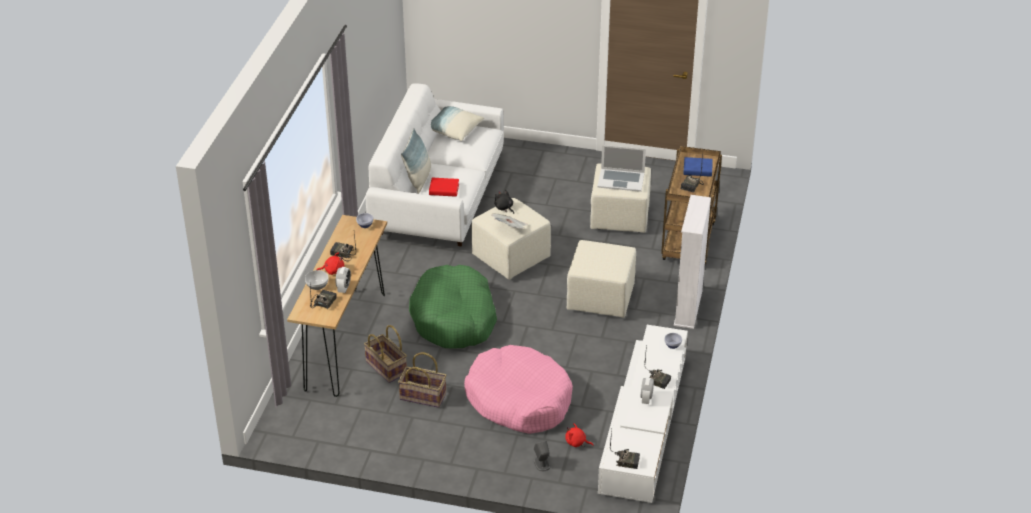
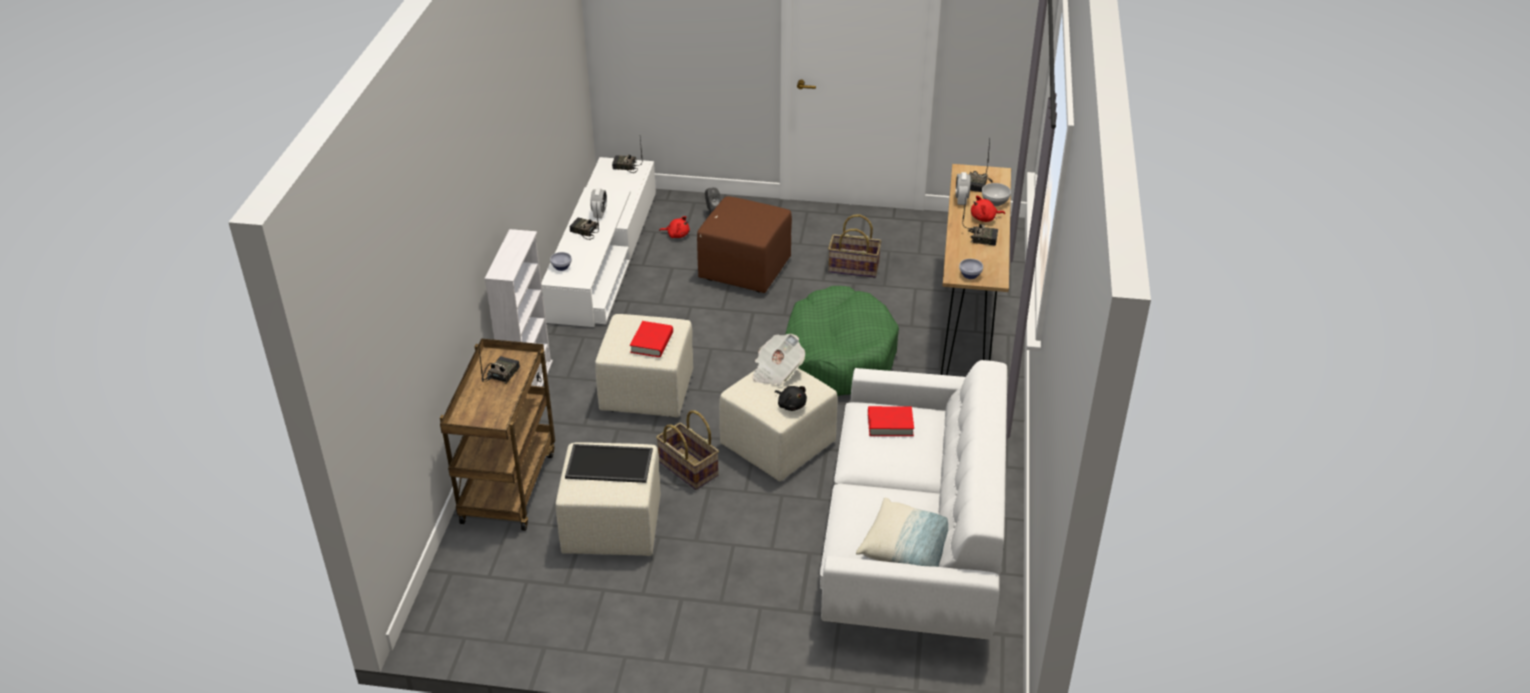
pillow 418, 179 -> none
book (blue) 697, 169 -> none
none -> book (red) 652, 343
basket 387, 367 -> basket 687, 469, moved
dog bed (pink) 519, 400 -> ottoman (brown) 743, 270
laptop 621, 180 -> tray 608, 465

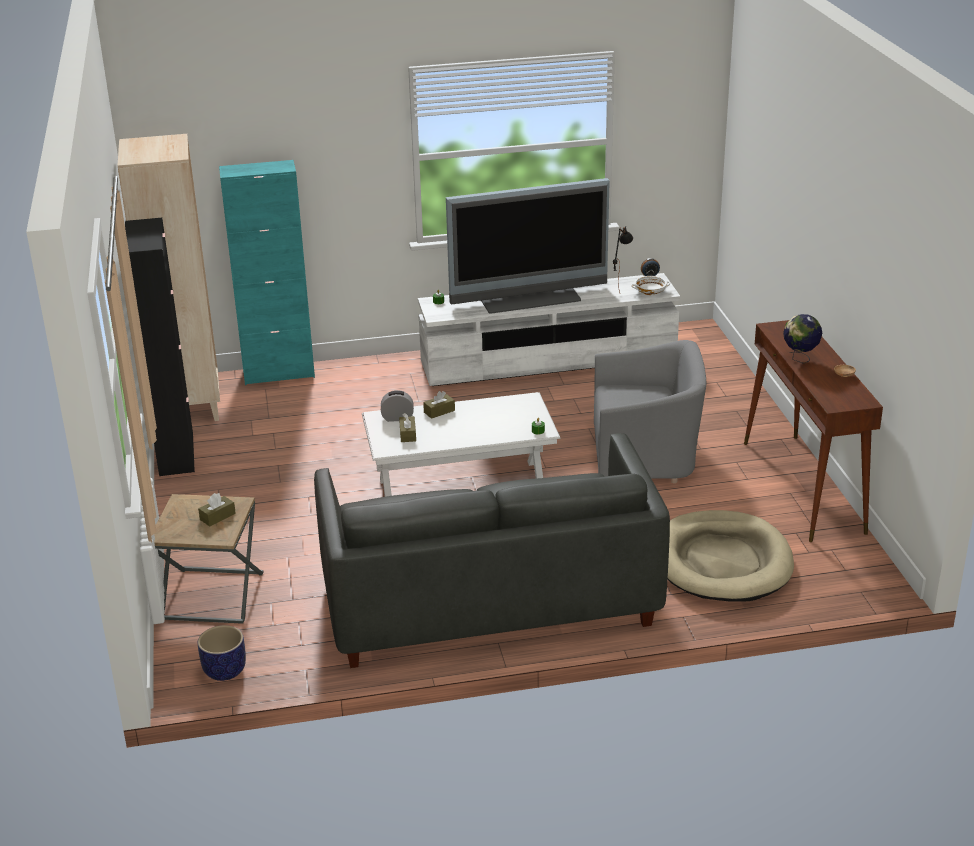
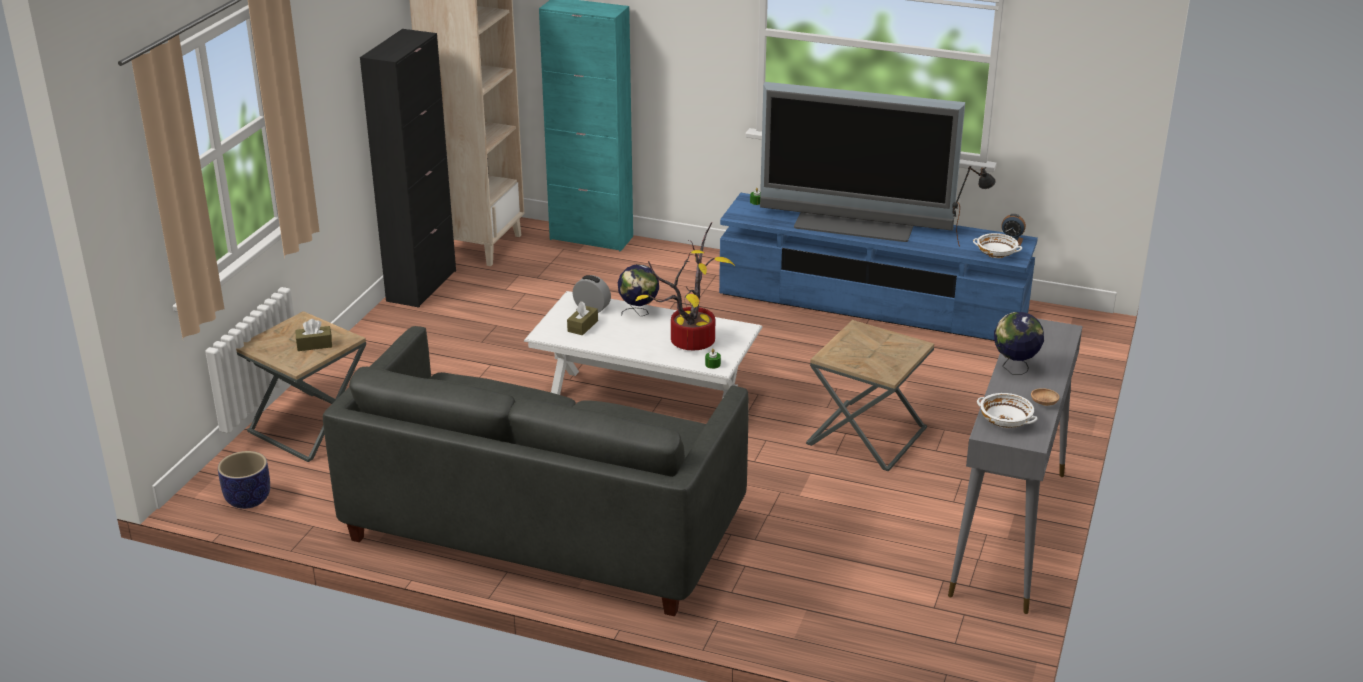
dog bed (beige) 722, 562 -> none
none -> potted plant 692, 339
none -> bowl (white) 1006, 421
tissue box (brown) 439, 411 -> globe 639, 313
armchair (grey) 645, 455 -> side table (brown) 866, 436
tv stand (white) 548, 361 -> tv stand (blue) 871, 304
console table (brown) 803, 487 -> console table (grey) 1009, 533

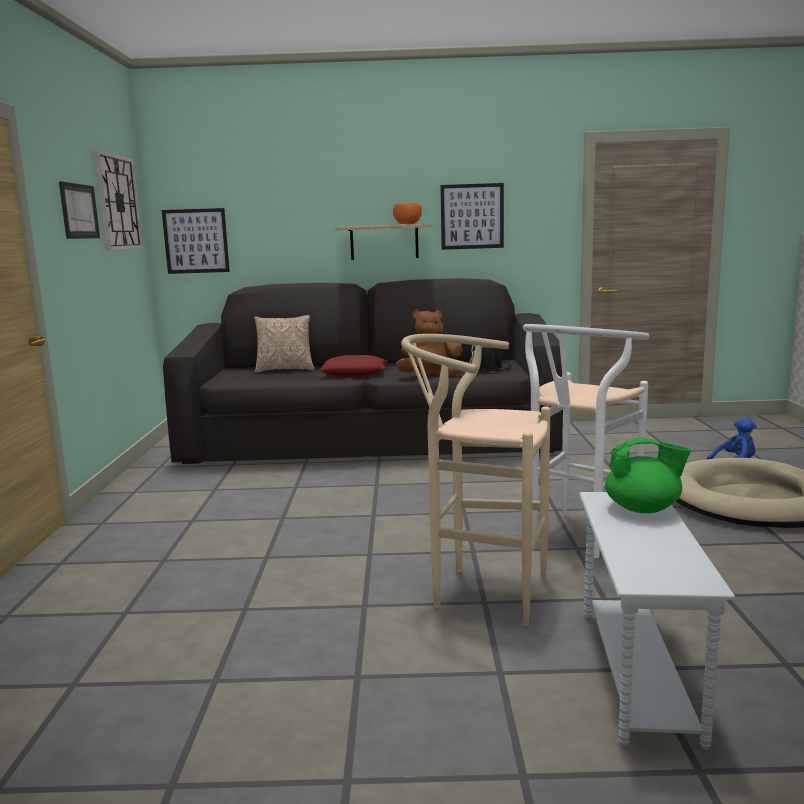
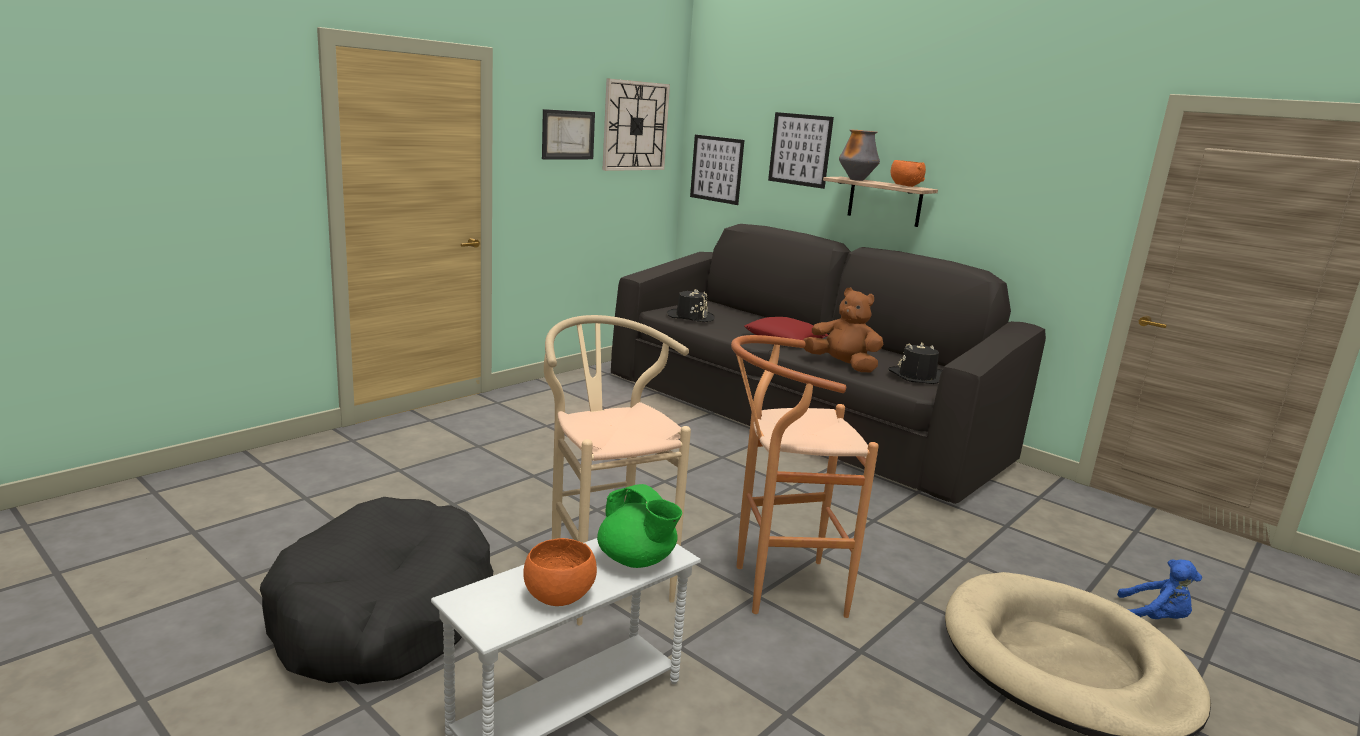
pillow 285, 369 -> none
none -> dog bed (black) 384, 614
none -> bowl (orange) 558, 597
none -> hat (black) 690, 317
none -> vase 856, 180
picture 472, 216 -> picture 800, 149, moved
stool (white) 577, 538 -> stool (brown) 777, 588

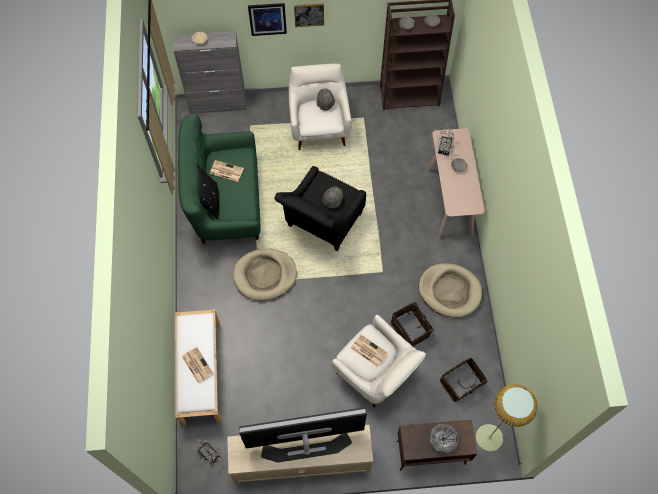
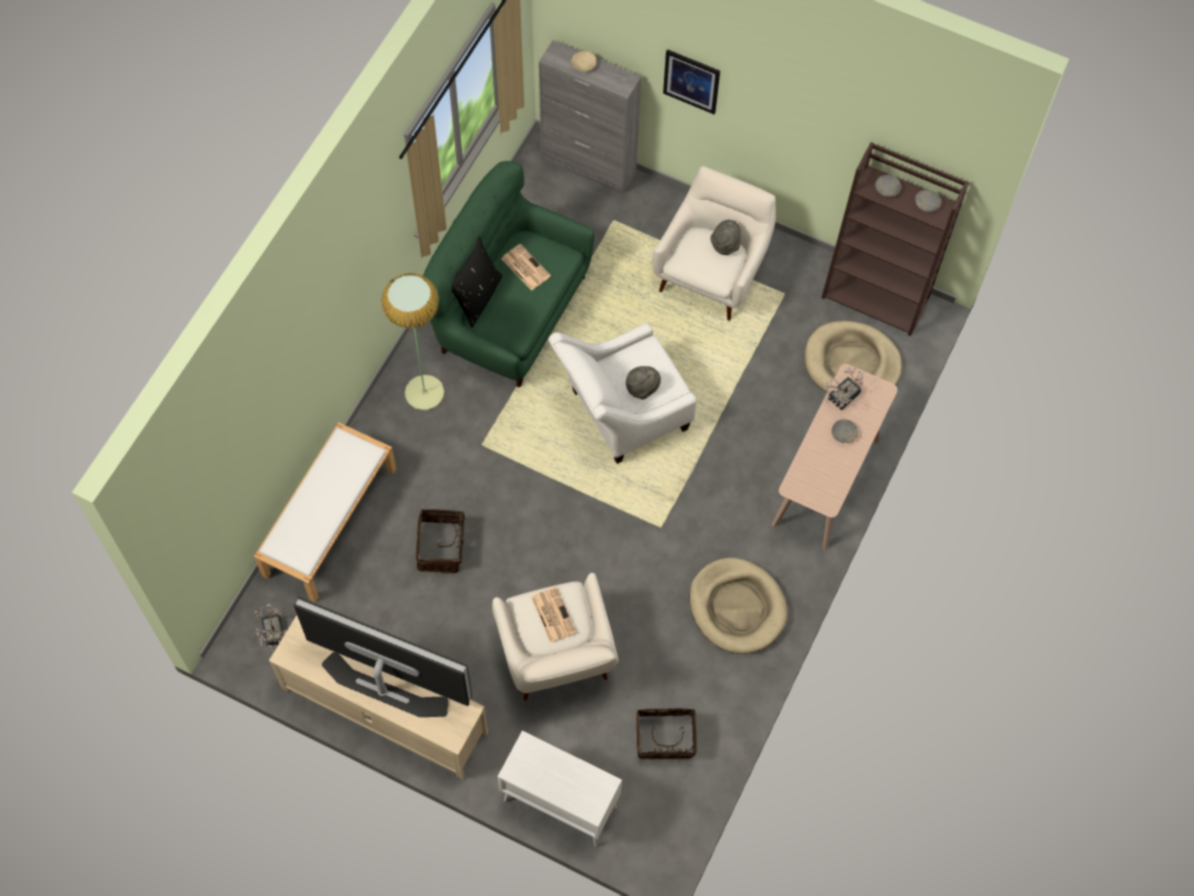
newspaper 197, 365 -> none
picture 309, 14 -> none
bowl 443, 440 -> none
dog bed (beige) 265, 275 -> dog bed (beige) 851, 363, moved
basket 411, 329 -> basket 442, 548, moved
floor lamp 489, 437 -> floor lamp 424, 392, moved
armchair (black) 322, 224 -> armchair (white) 621, 414
cabinet (brown) 430, 452 -> cabinet (white) 559, 803

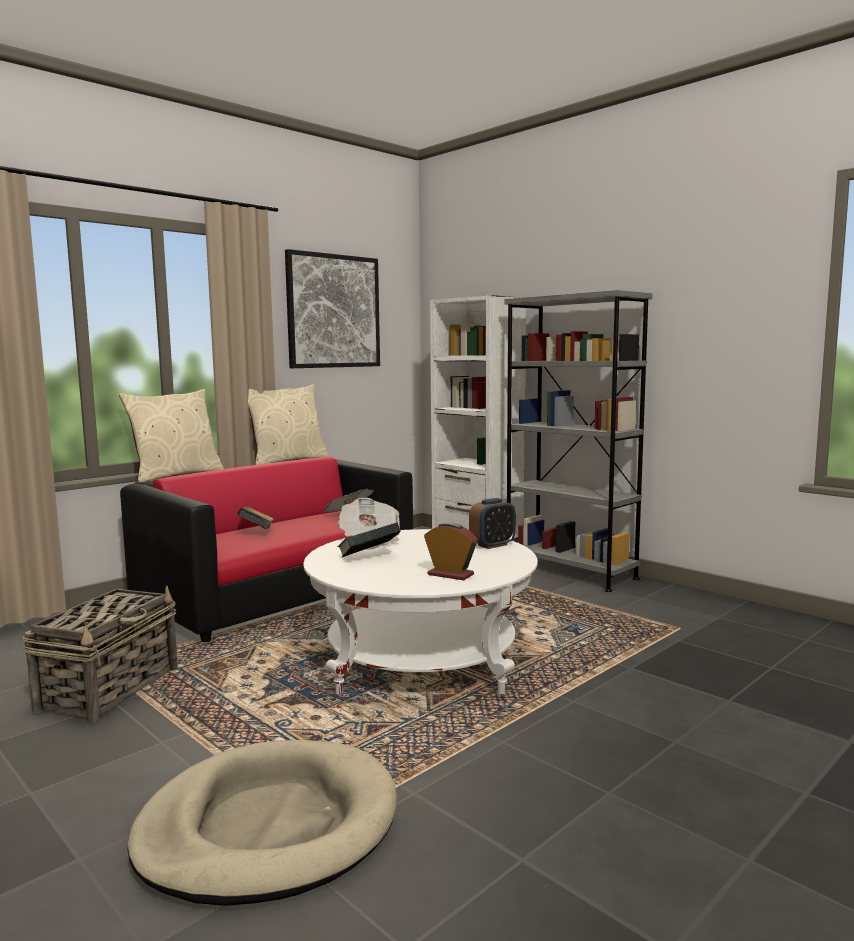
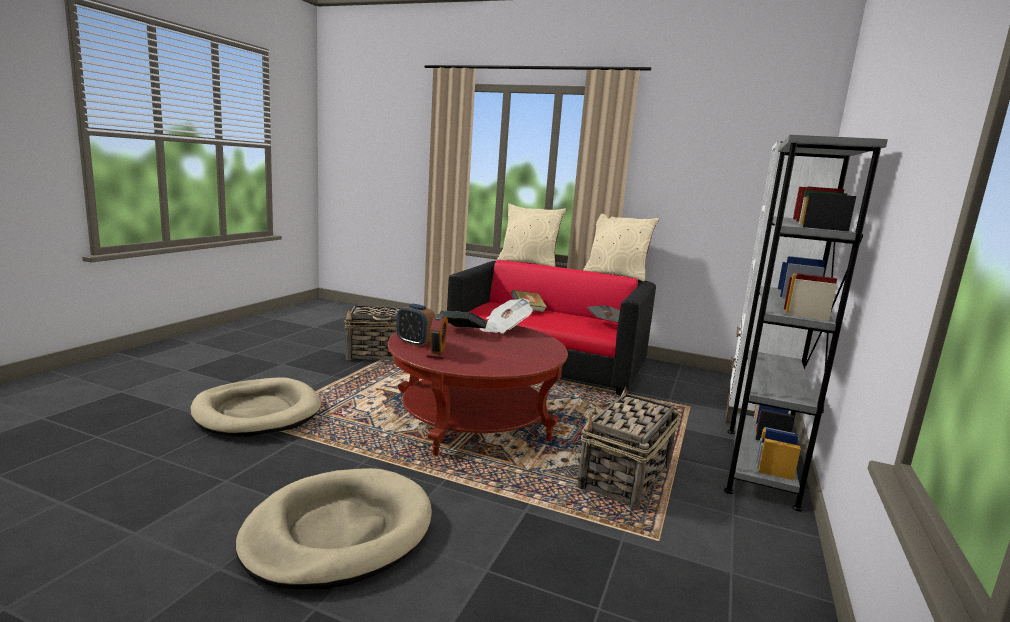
picture 333, 311 -> none
none -> dog bed (beige) 338, 533
none -> basket 624, 478
alarm clock 492, 545 -> alarm clock 415, 343, moved
coffee table (white) 421, 660 -> coffee table (red) 473, 421

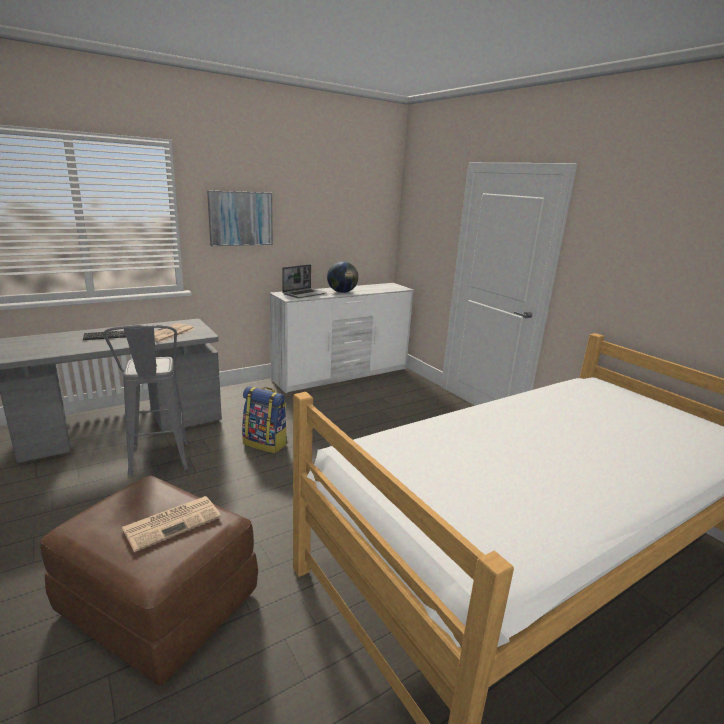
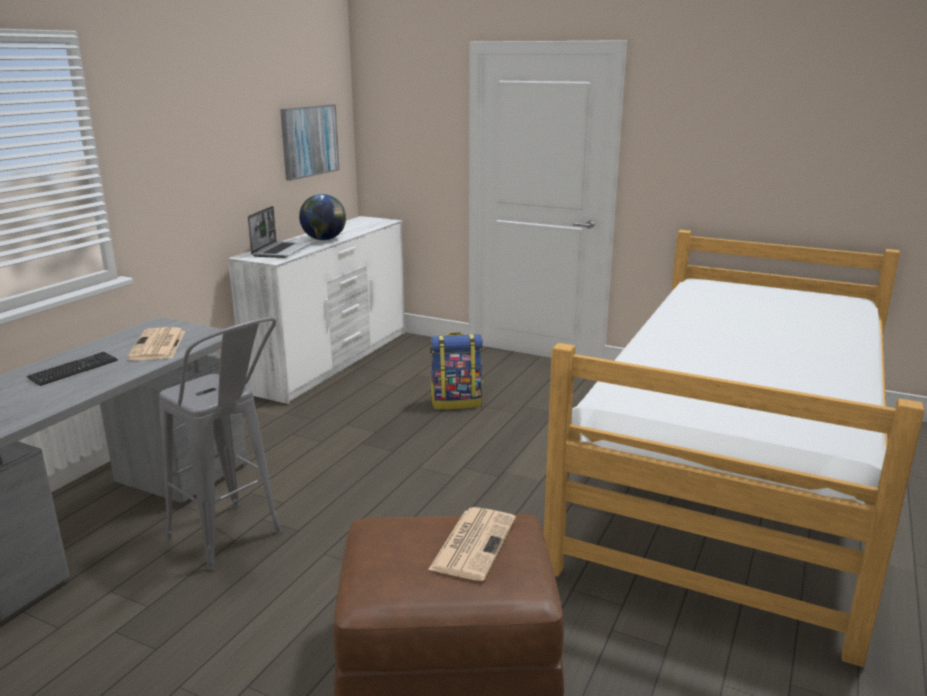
picture 240, 218 -> picture 309, 141, moved
backpack 266, 443 -> backpack 456, 402, moved

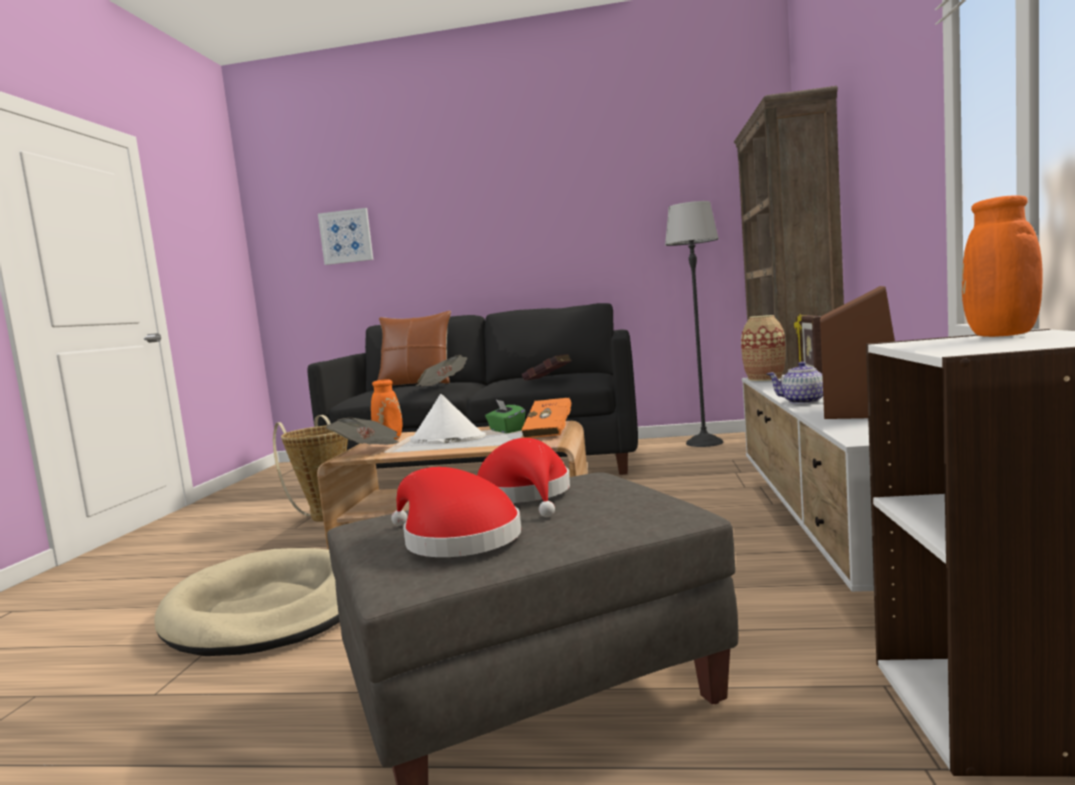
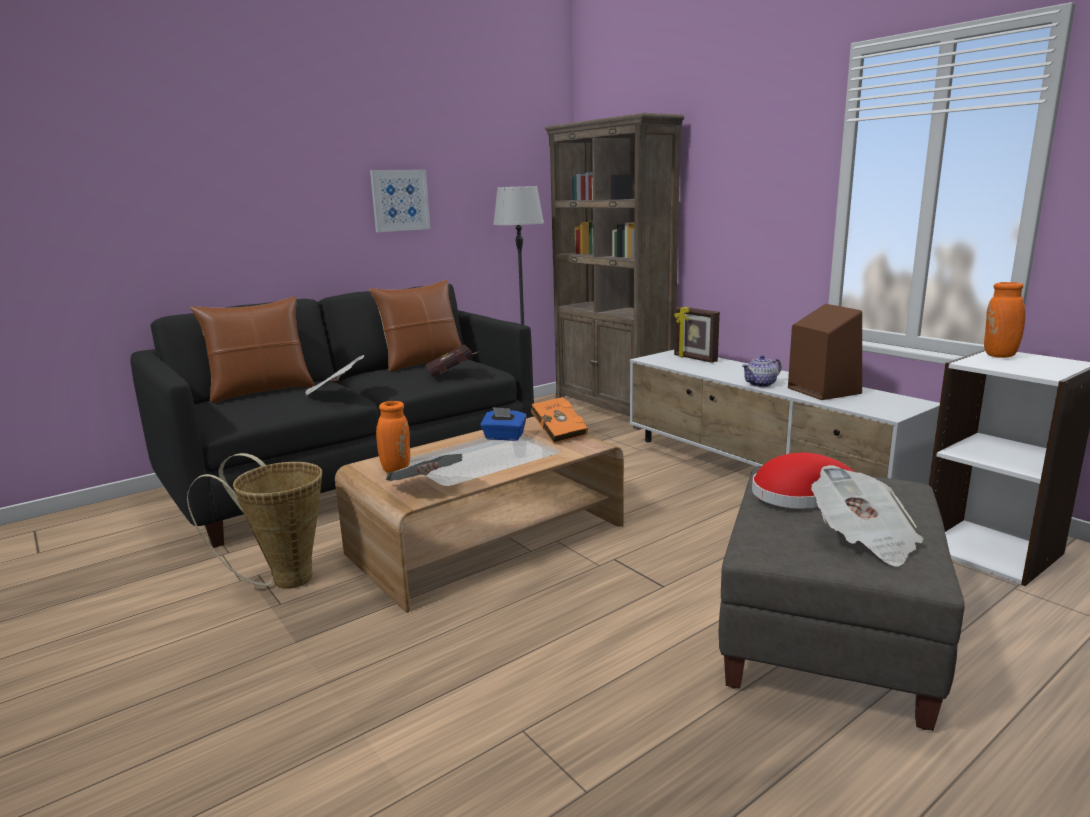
dog bed (beige) 267, 609 -> none
hat (white) 447, 439 -> none
vase 764, 378 -> none
none -> pillow (brown) 422, 363
picture 346, 236 -> picture 400, 200, moved
hat (red) 455, 539 -> newspaper 864, 540
tissue box (green) 506, 430 -> tissue box (blue) 504, 437

